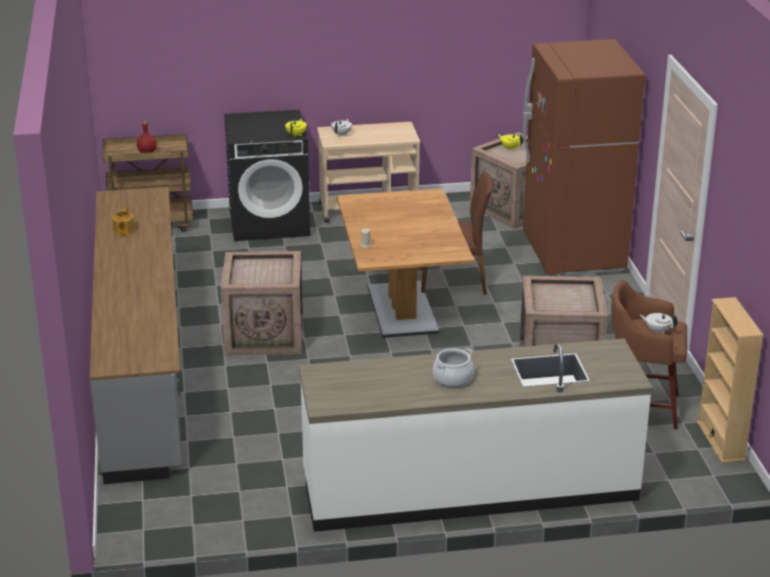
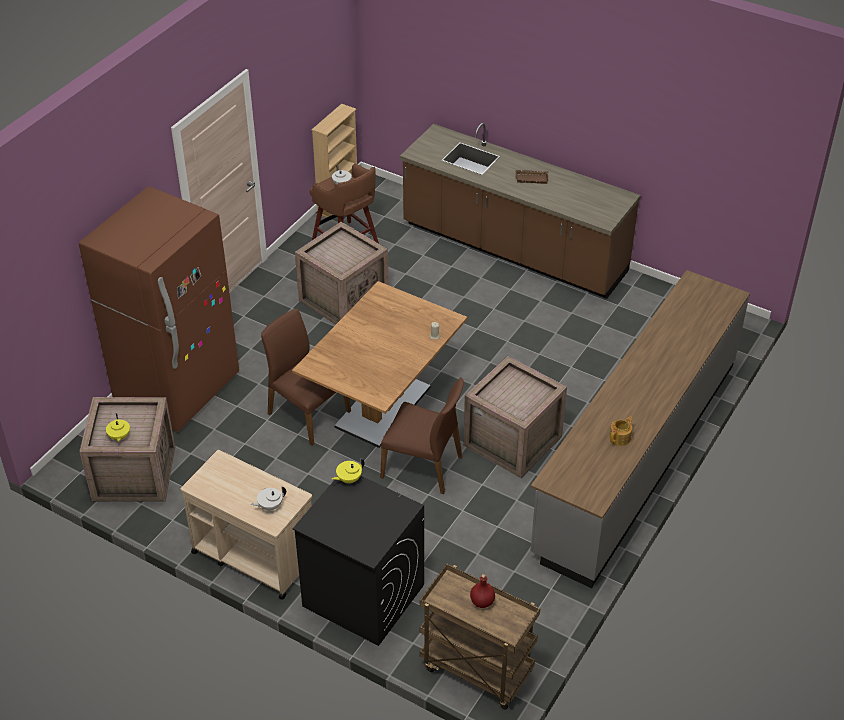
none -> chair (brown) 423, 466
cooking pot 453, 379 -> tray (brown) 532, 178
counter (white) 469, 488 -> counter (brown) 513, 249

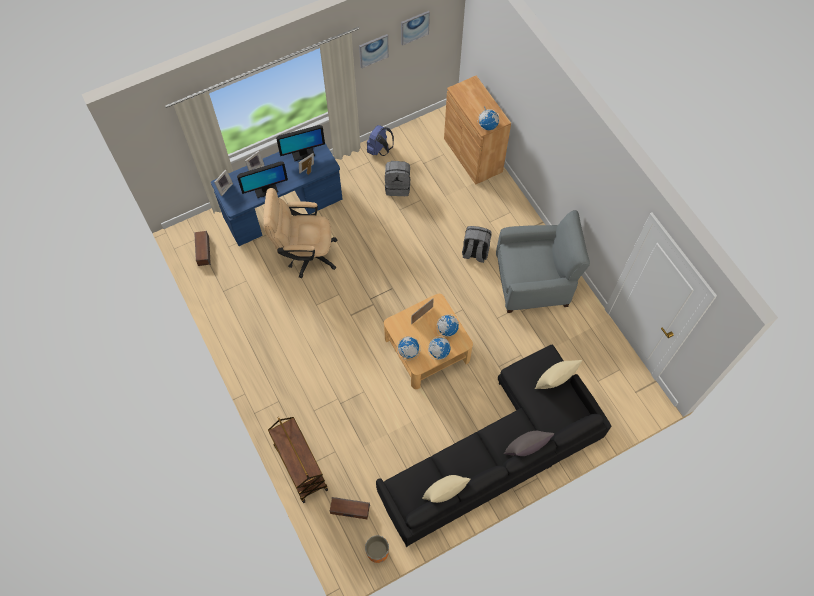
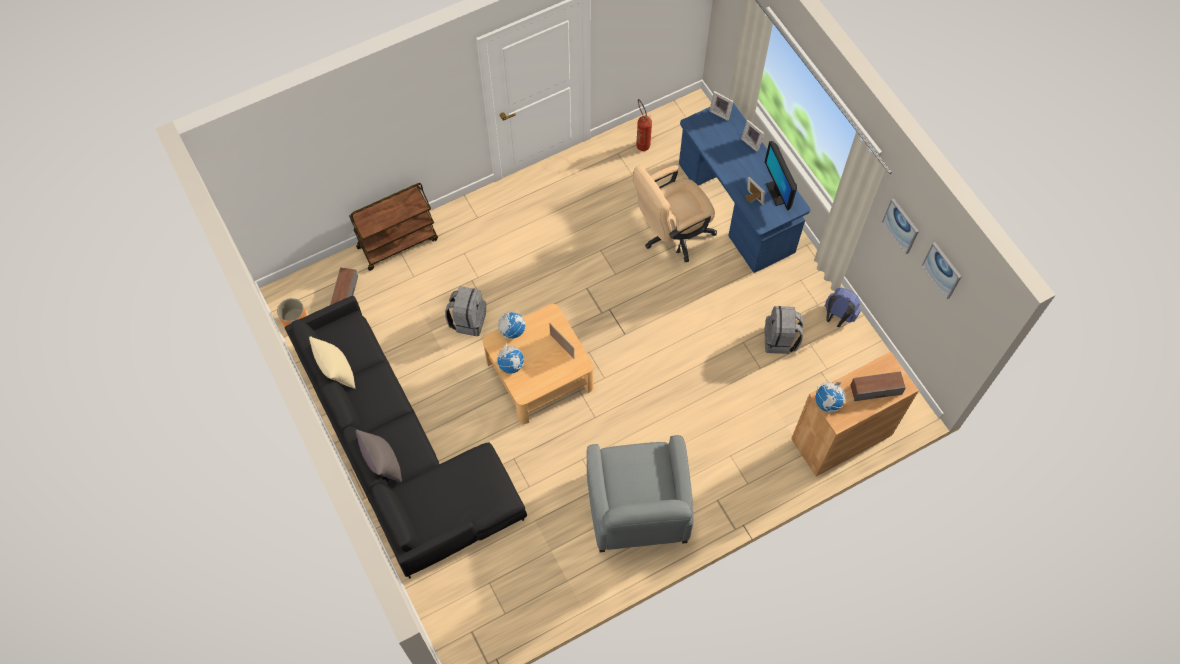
monitor 265, 190 -> none
globe 447, 329 -> none
pillow (beige) 554, 381 -> none
none -> fire extinguisher 641, 143
speaker 203, 251 -> speaker 875, 389, moved
backpack (grey) 475, 252 -> backpack (grey) 468, 320, moved
office chair (beige) 305, 254 -> office chair (beige) 671, 235, 120 degrees counterclockwise

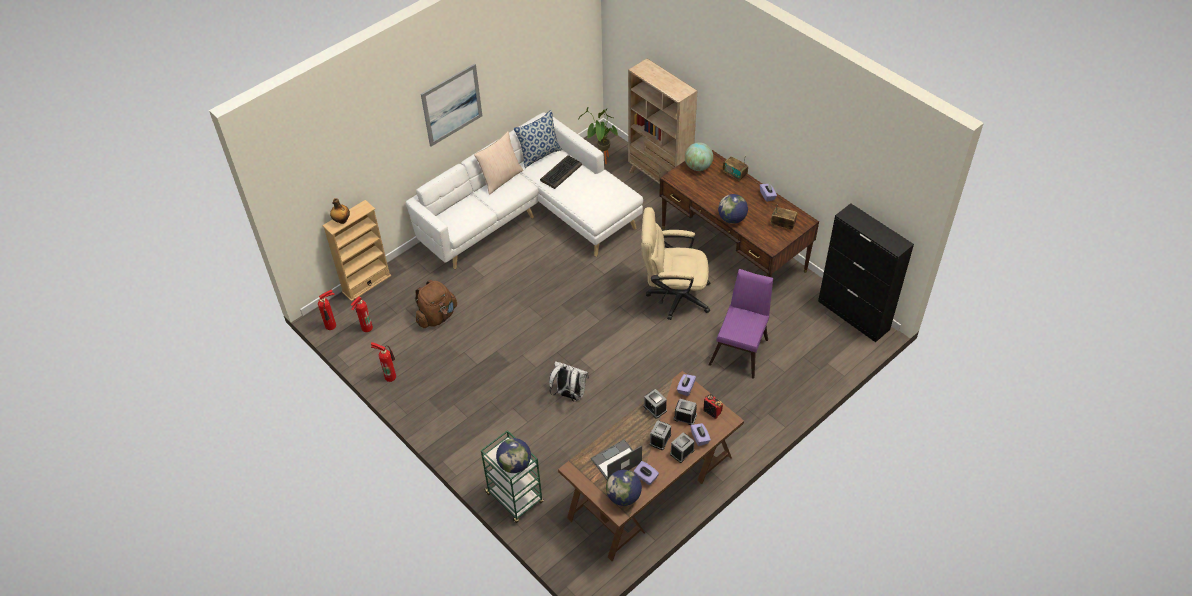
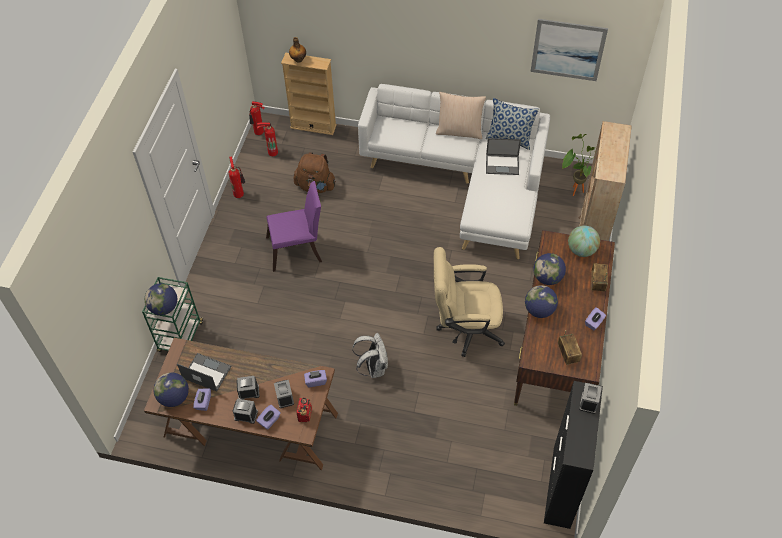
none -> globe 547, 278
picture 452, 105 -> picture 568, 50, moved
backpack (white) 569, 394 -> backpack (white) 373, 367, moved
alarm clock 655, 408 -> alarm clock 588, 402, moved
chair (purple) 741, 349 -> chair (purple) 298, 249, moved
keyboard 561, 172 -> laptop 502, 164
office chair (beige) 673, 296 -> office chair (beige) 464, 328, 60 degrees counterclockwise

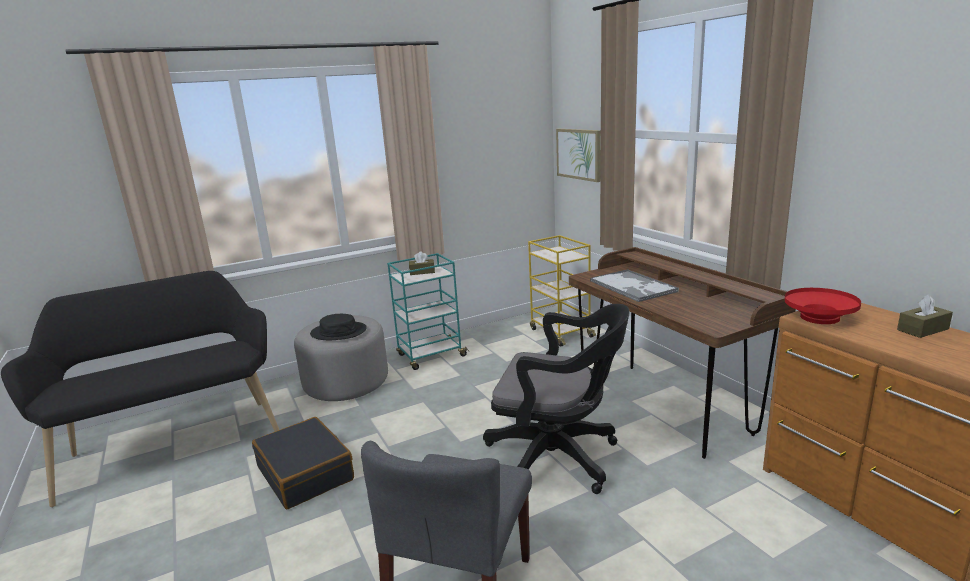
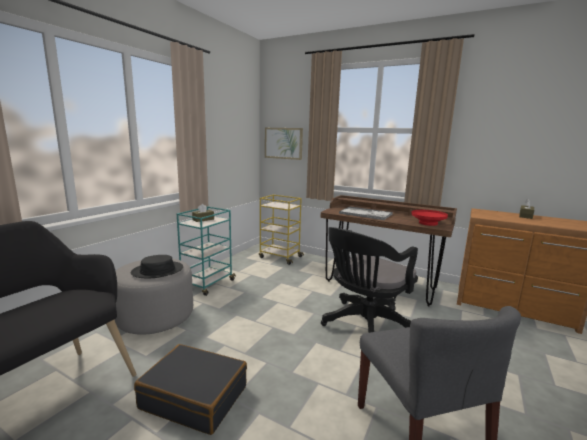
bowl (red) 819, 318 -> bowl (red) 427, 223, moved
office chair (black) 559, 458 -> office chair (black) 364, 326, 150 degrees clockwise

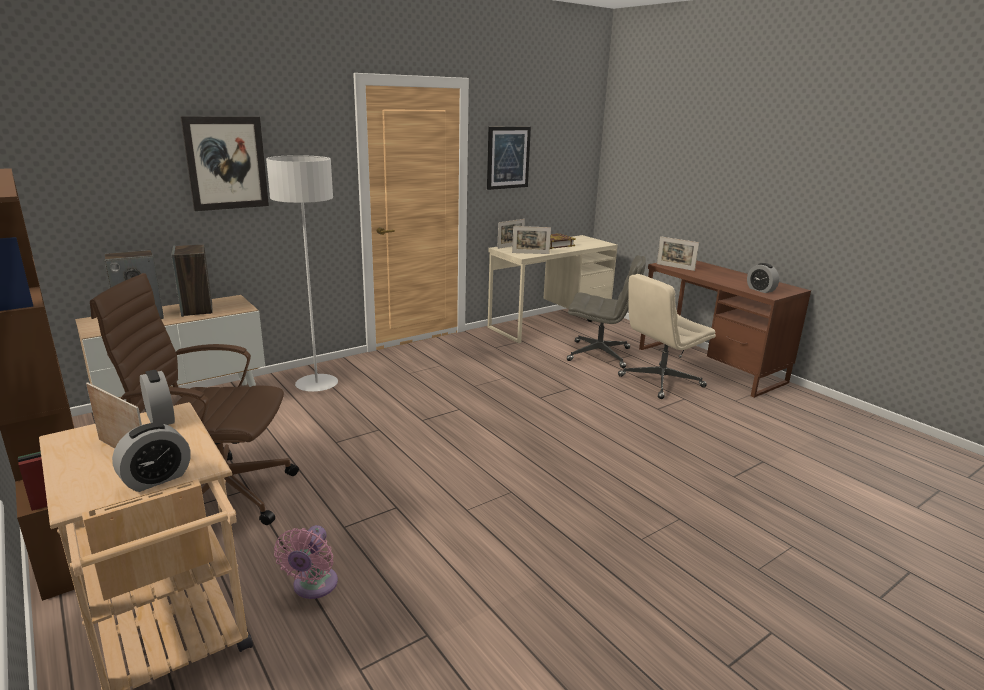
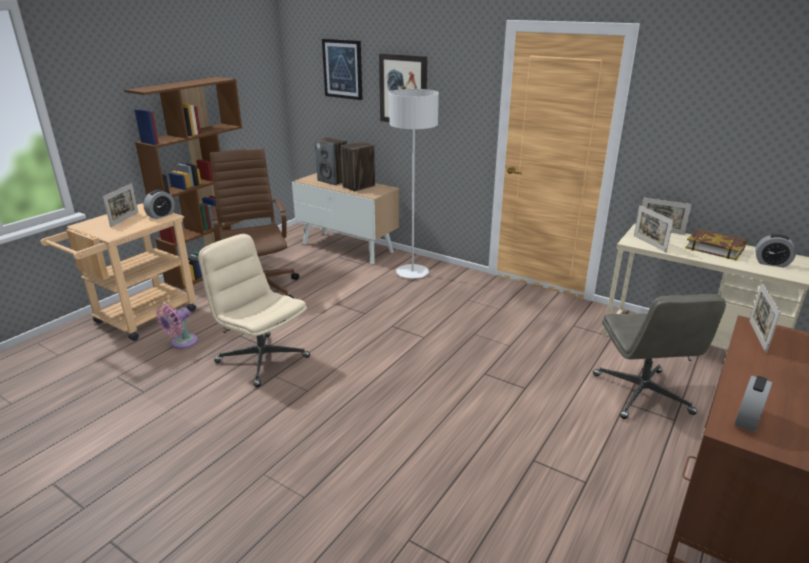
alarm clock 156, 479 -> alarm clock 771, 263, moved
picture 508, 157 -> picture 343, 69, moved
office chair (beige) 660, 382 -> office chair (beige) 261, 359, moved
fan (pink) 313, 587 -> fan (pink) 181, 343, 45 degrees counterclockwise

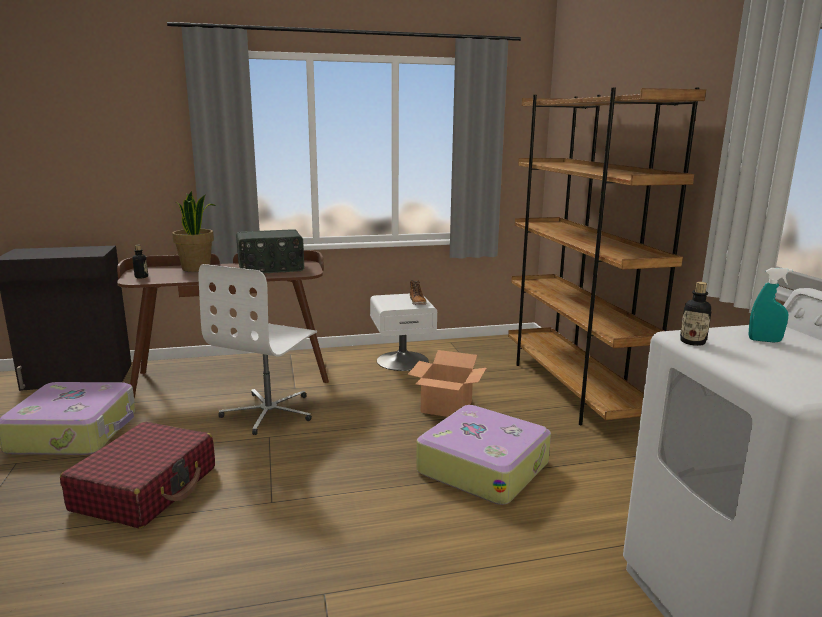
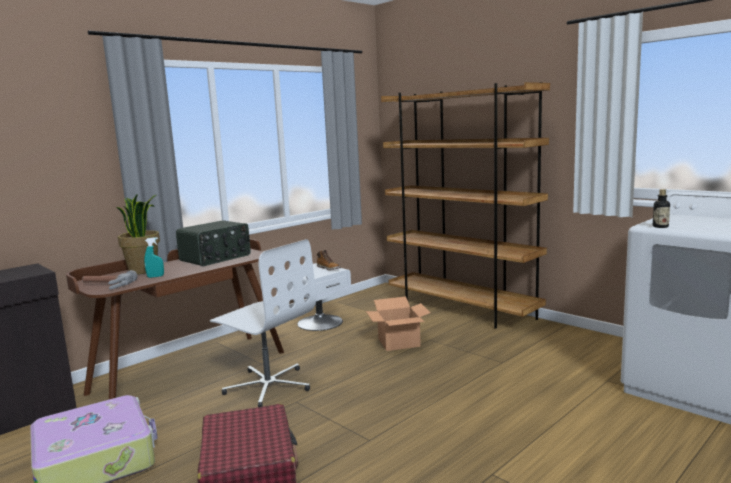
suitcase 483, 467 -> none
spray bottle (turquoise) 764, 340 -> spray bottle (turquoise) 155, 276, moved
bottle 141, 277 -> hammer 104, 286
office chair (white) 269, 412 -> office chair (white) 268, 386, 45 degrees counterclockwise

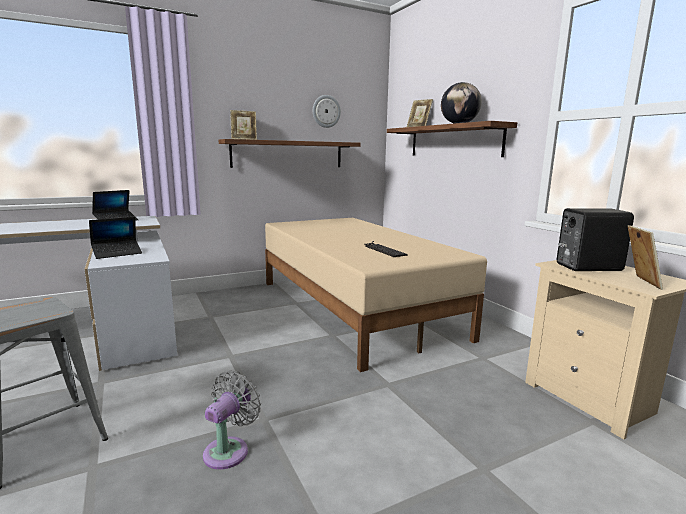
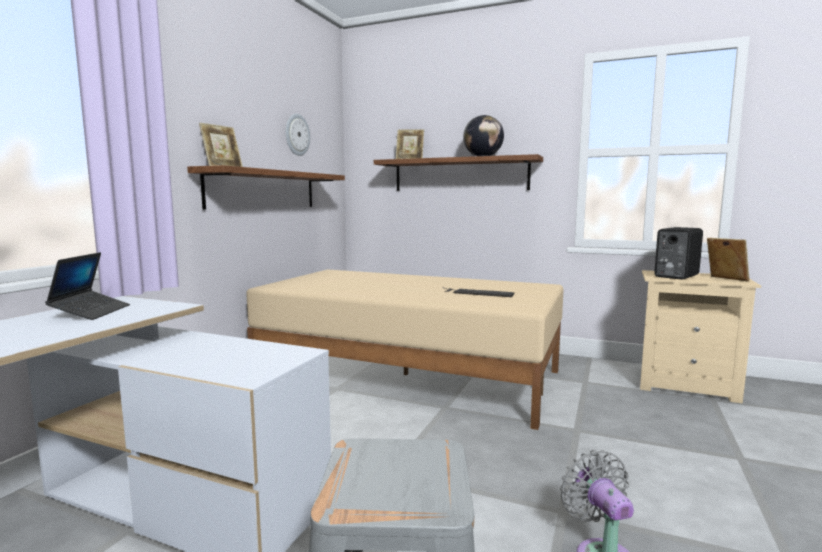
laptop 117, 253 -> none

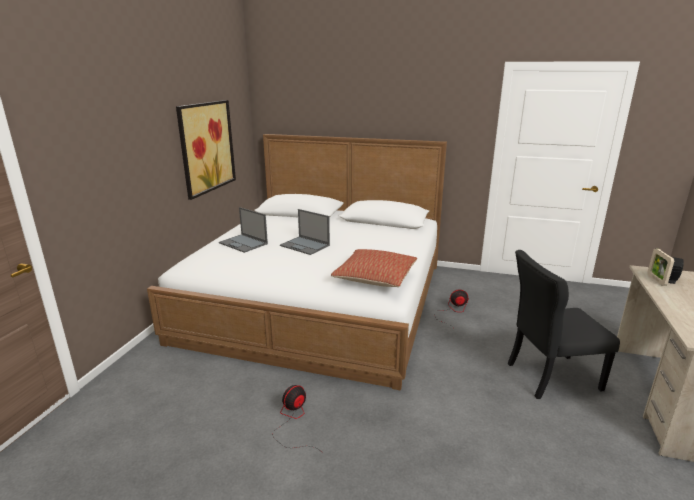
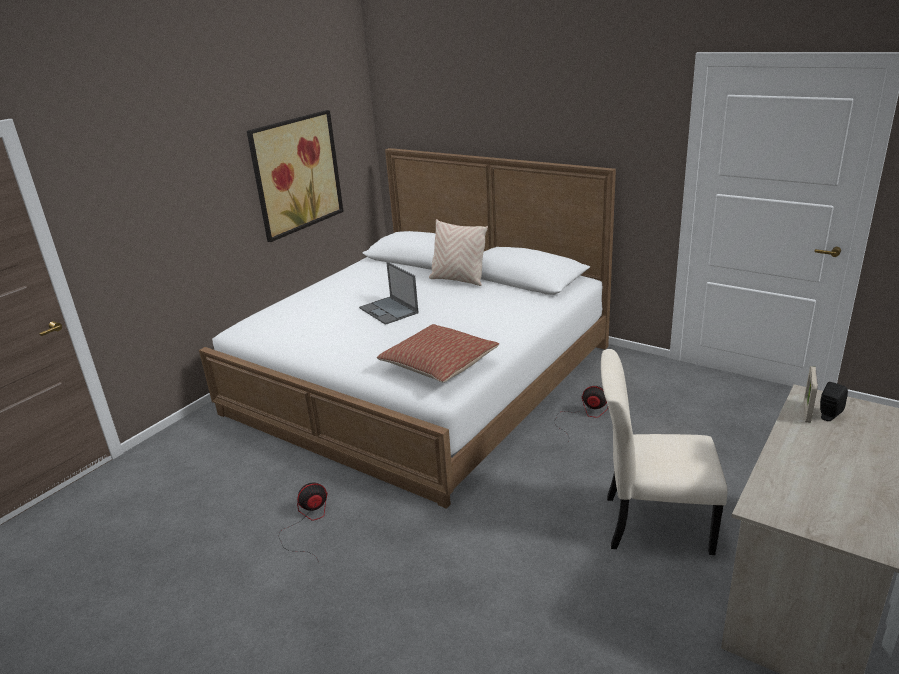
laptop 244, 243 -> none
none -> pillow (beige) 458, 280
chair (black) 549, 376 -> chair (beige) 652, 523

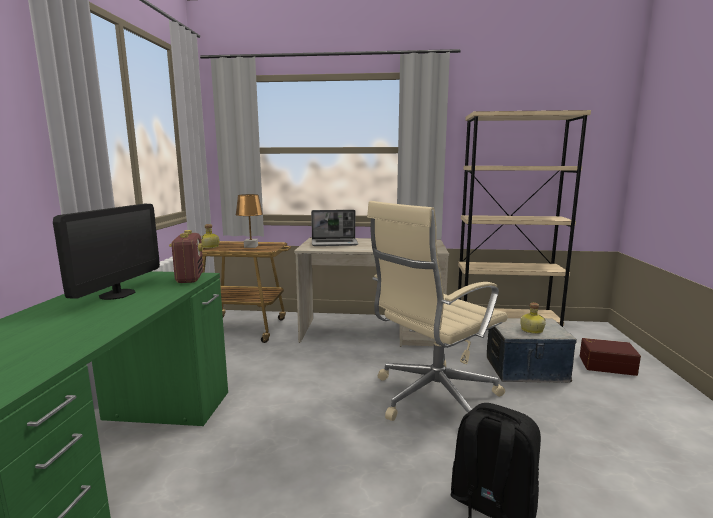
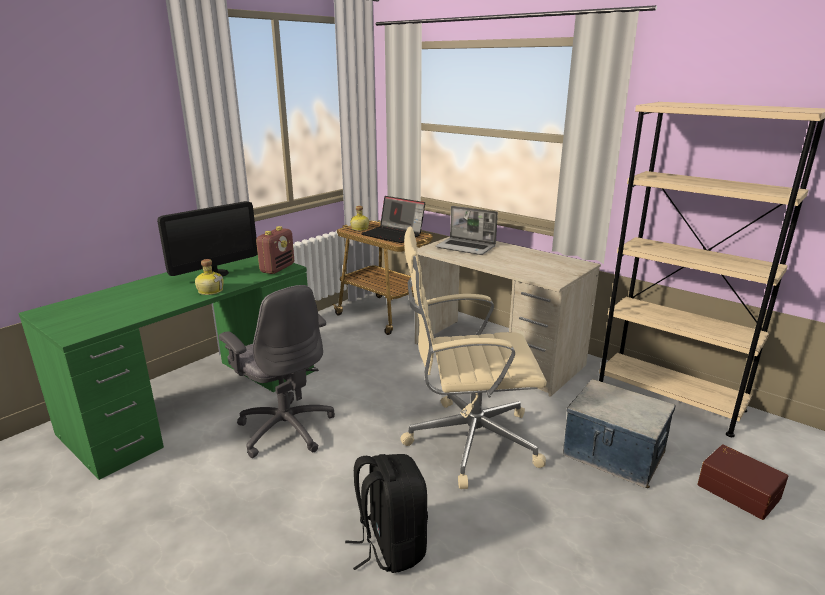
none -> office chair (grey) 286, 428
bottle 531, 330 -> bottle 210, 290, moved
table lamp (brown) 251, 246 -> laptop 394, 234

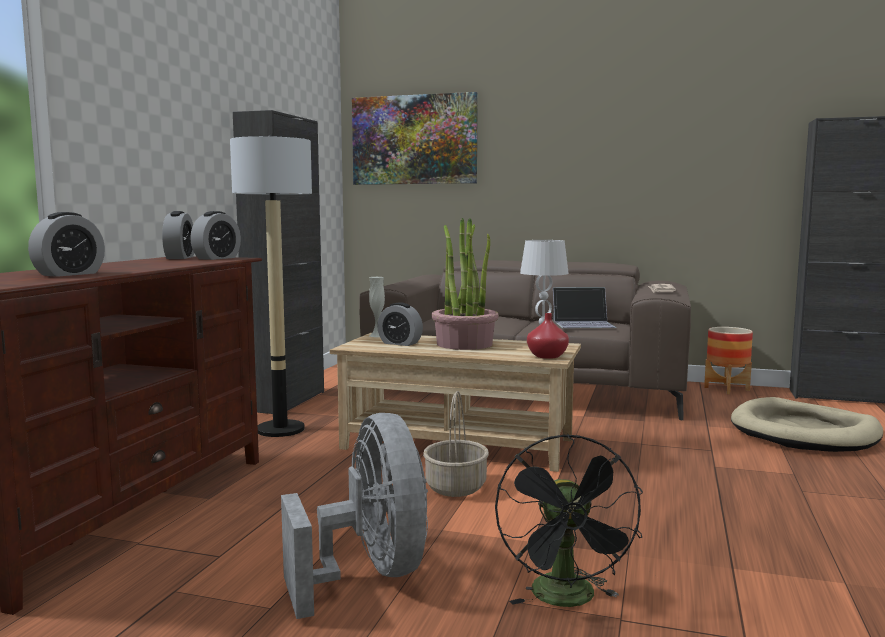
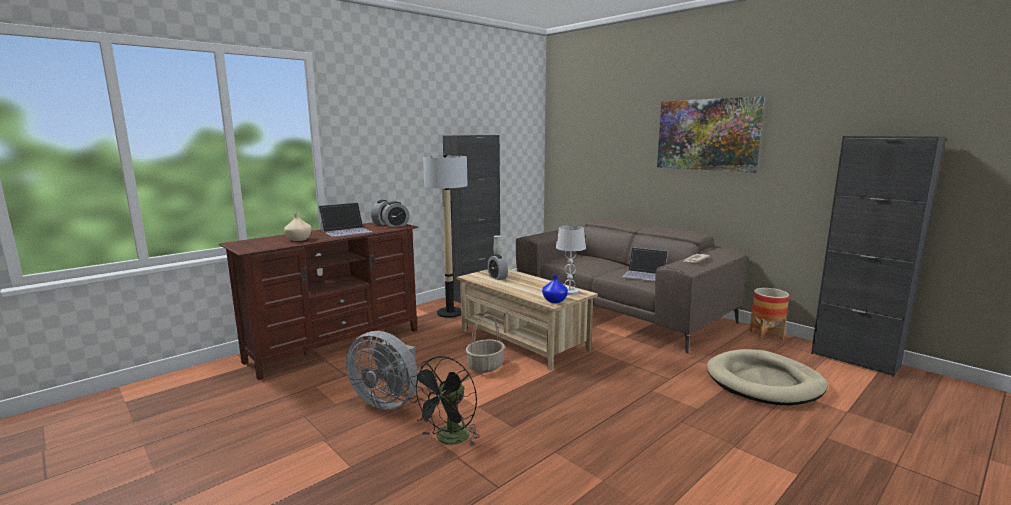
potted plant 464, 344 -> none
none -> laptop 346, 231
picture 414, 140 -> picture 707, 134, moved
alarm clock 69, 274 -> vase (beige) 299, 239
vase (red) 547, 356 -> vase (blue) 554, 301
fan (grey) 369, 574 -> fan (grey) 388, 401, 105 degrees clockwise

